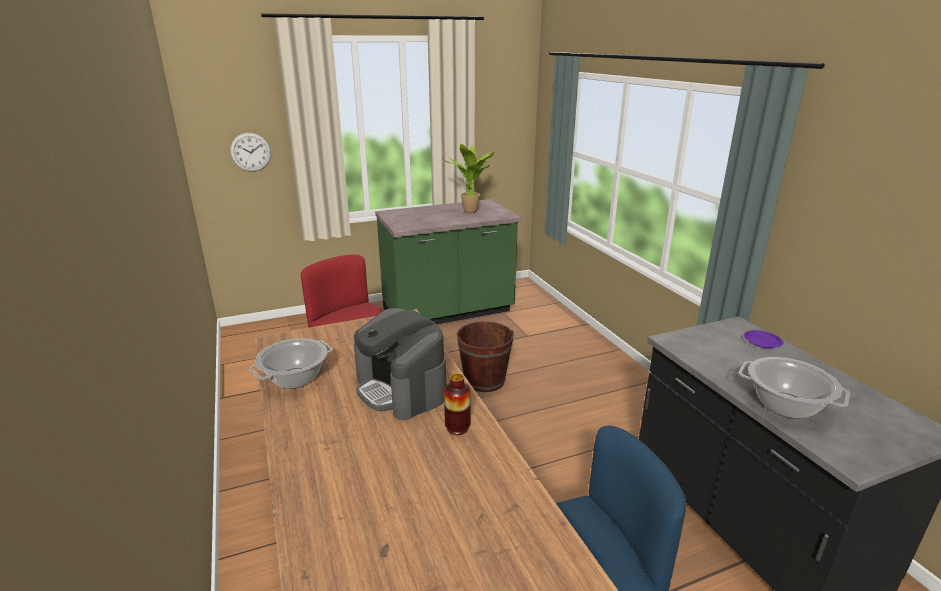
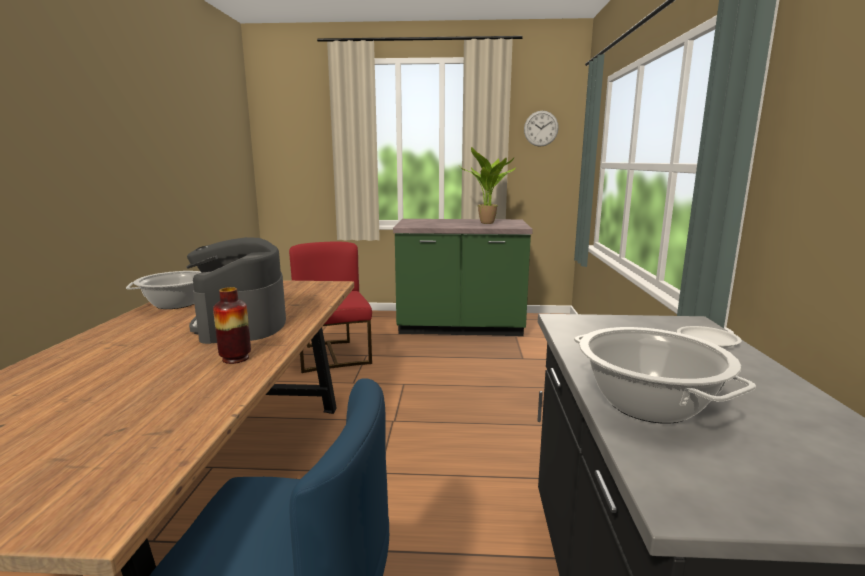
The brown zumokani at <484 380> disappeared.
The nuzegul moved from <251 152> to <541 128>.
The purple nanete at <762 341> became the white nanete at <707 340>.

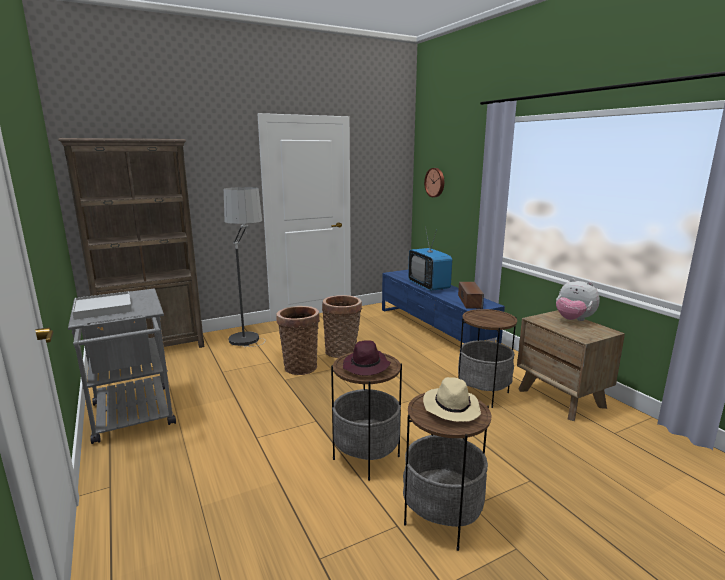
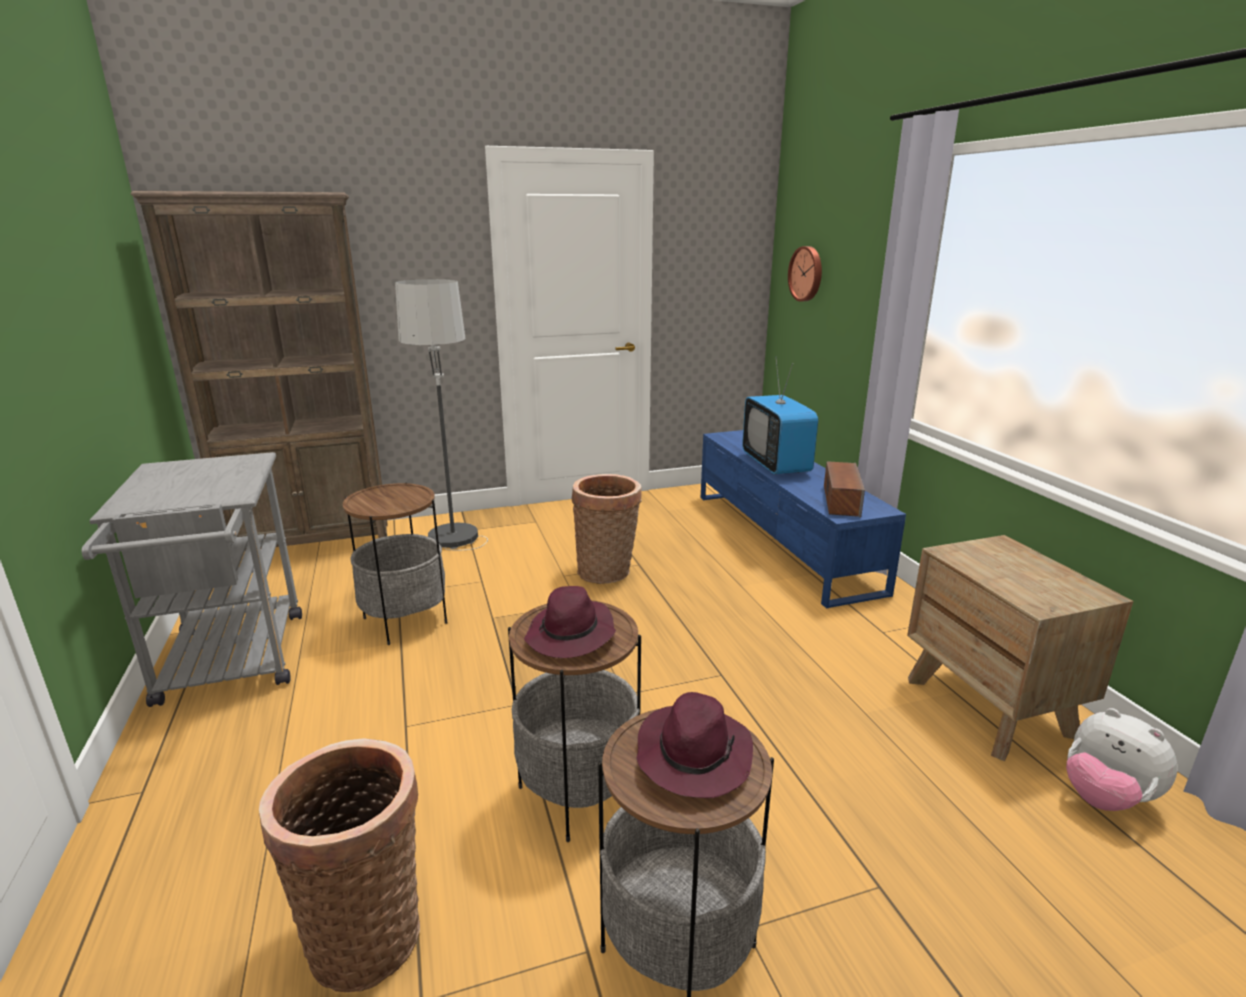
The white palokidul at <103 308> disappeared.
The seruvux moved from <300 366> to <366 931>.
The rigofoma moved from <483 393> to <405 620>.
The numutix moved from <573 320> to <1105 798>.
The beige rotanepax at <451 408> became the purple rotanepax at <693 754>.

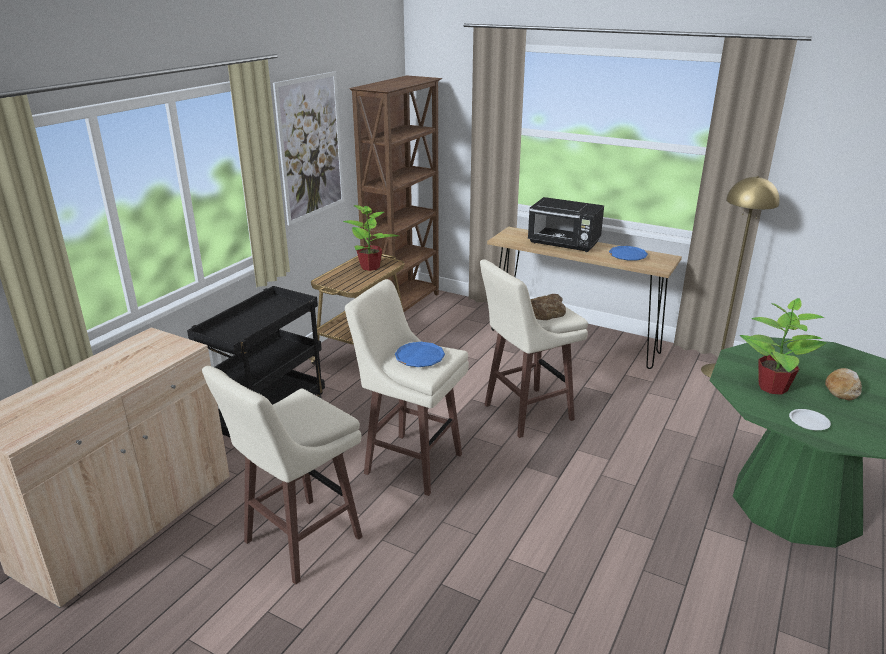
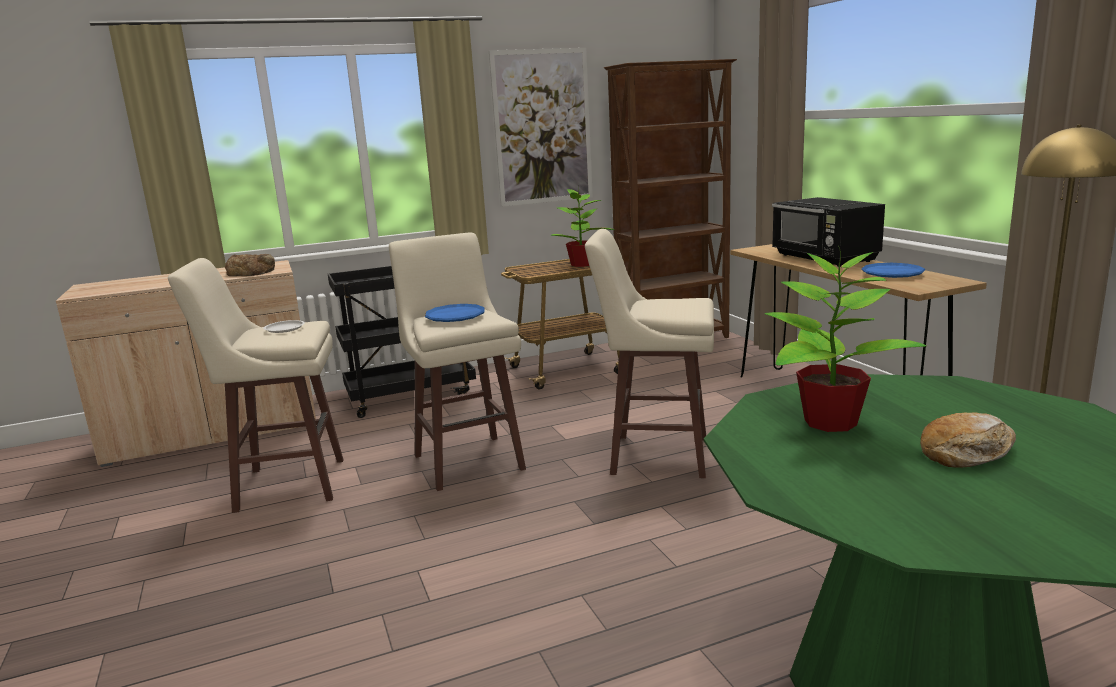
The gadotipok moved from <545 312> to <251 272>.
The white nanete moved from <808 422> to <285 329>.

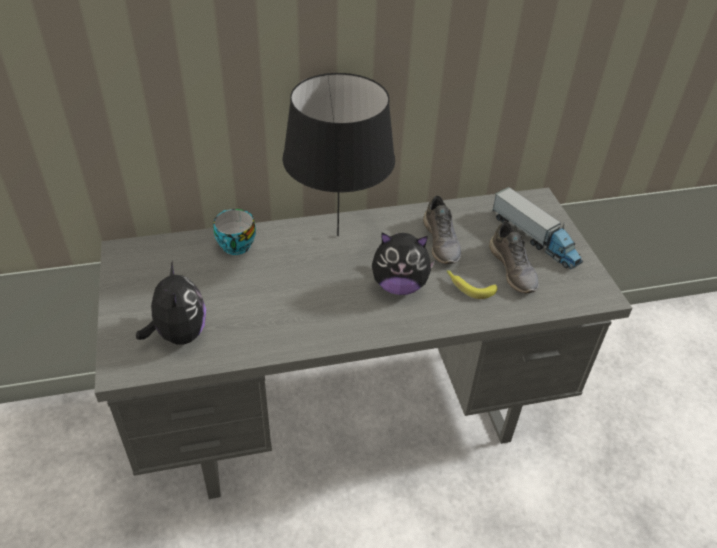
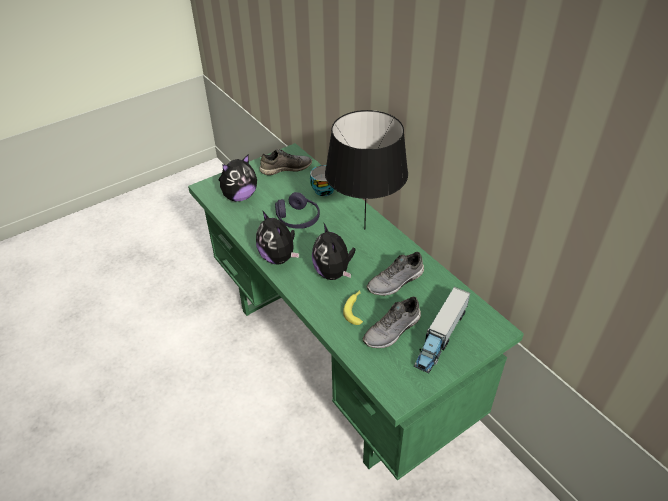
The numutix at <279 257> appeared.
The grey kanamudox at <286 168> appeared.
The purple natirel at <298 218> appeared.
The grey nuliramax at <354 415> became the green nuliramax at <338 359>.

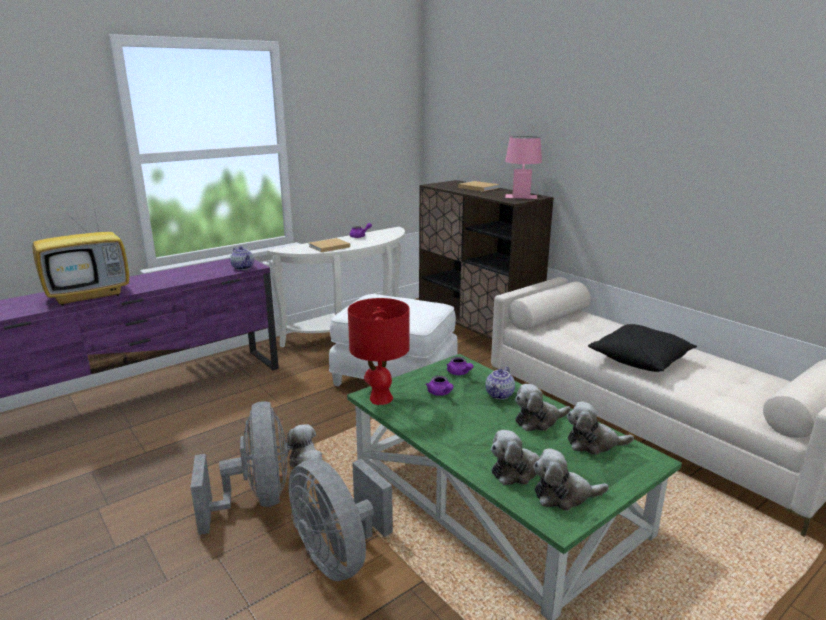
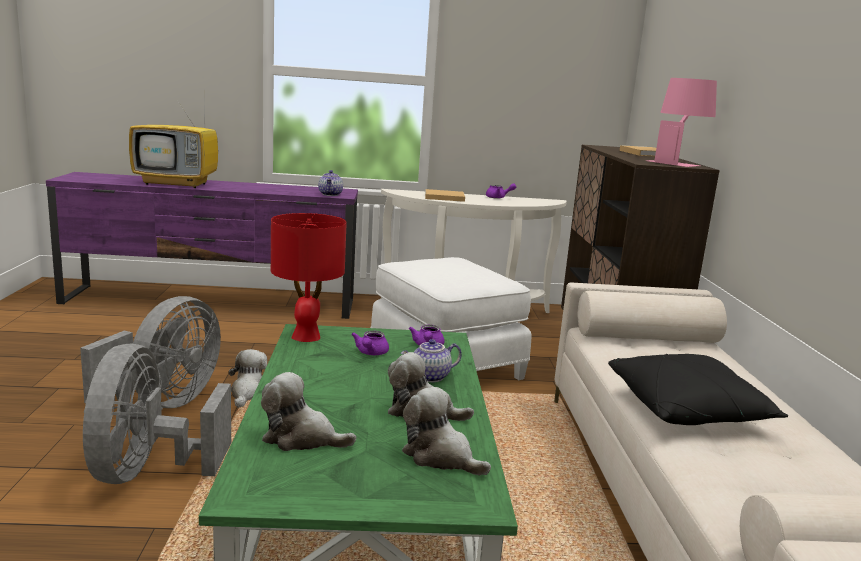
The numutix at <564 495> disappeared.

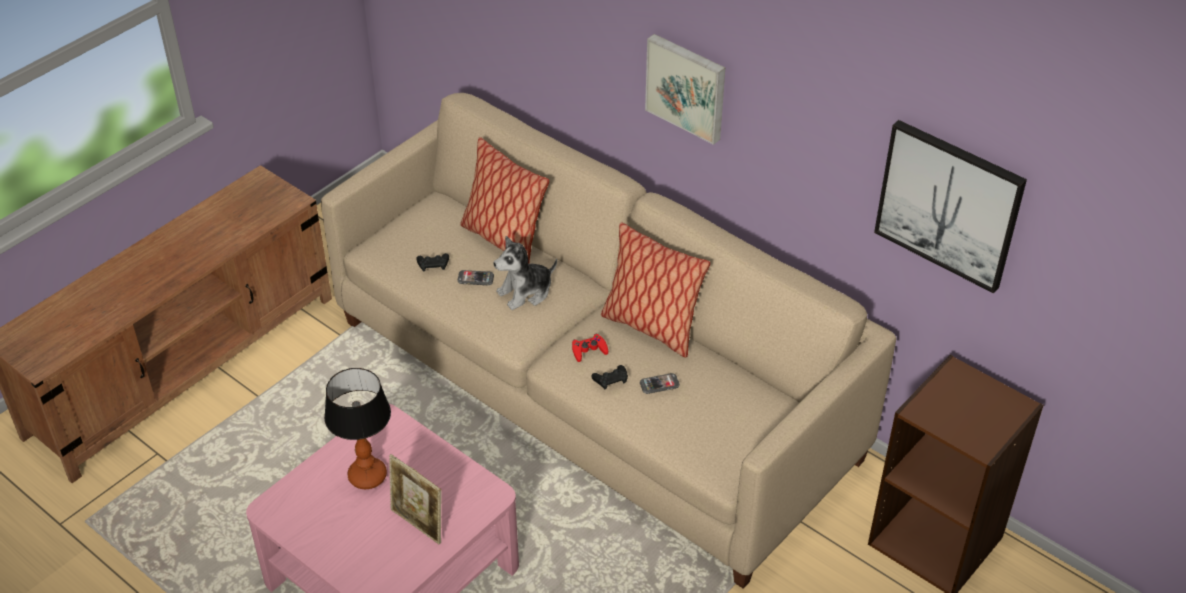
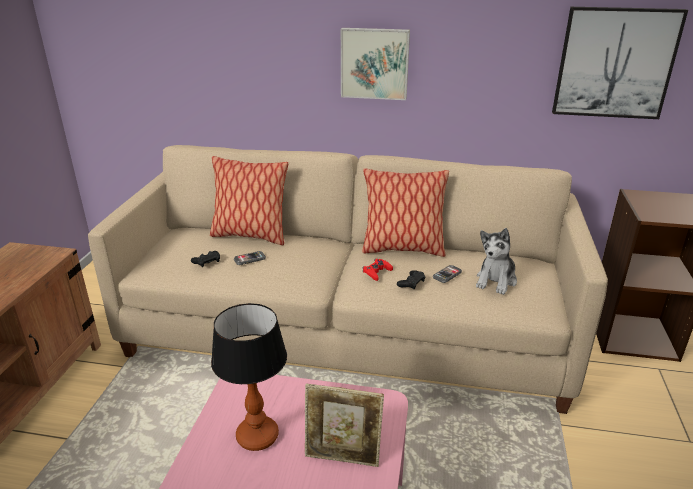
The numutix moved from <525 292> to <496 280>.

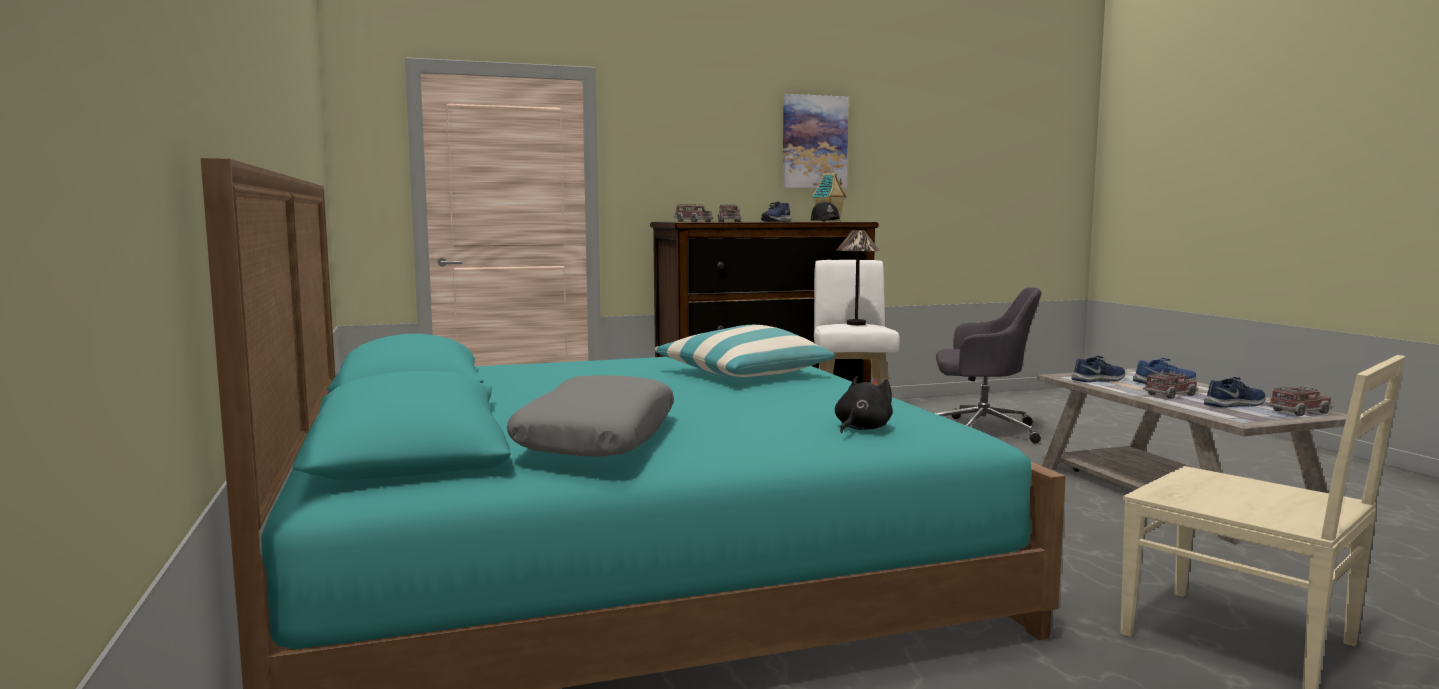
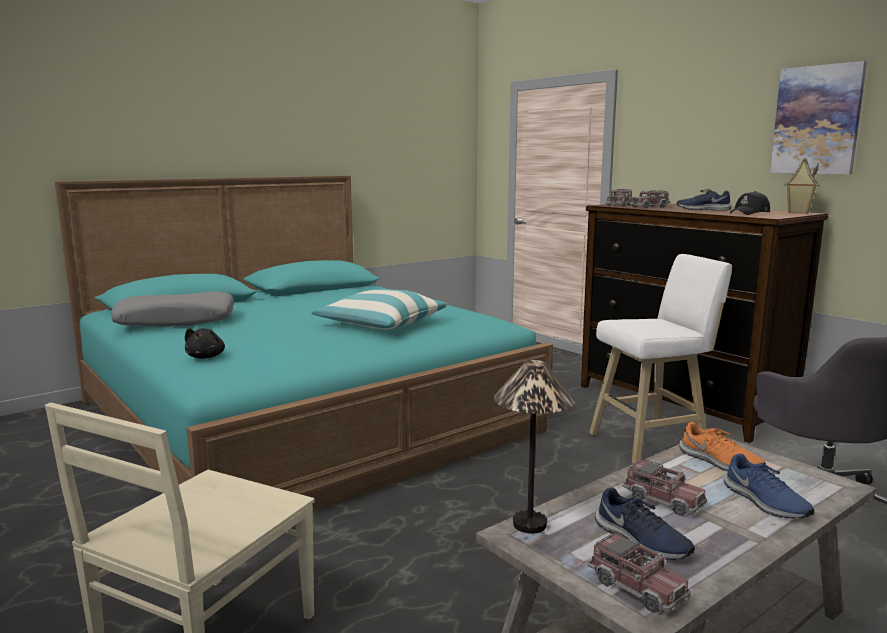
The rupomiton moved from <856 324> to <530 524>.
The blue kanamudox at <1099 380> became the orange kanamudox at <719 462>.
The black numutix at <861 428> turned 75 degrees clockwise.

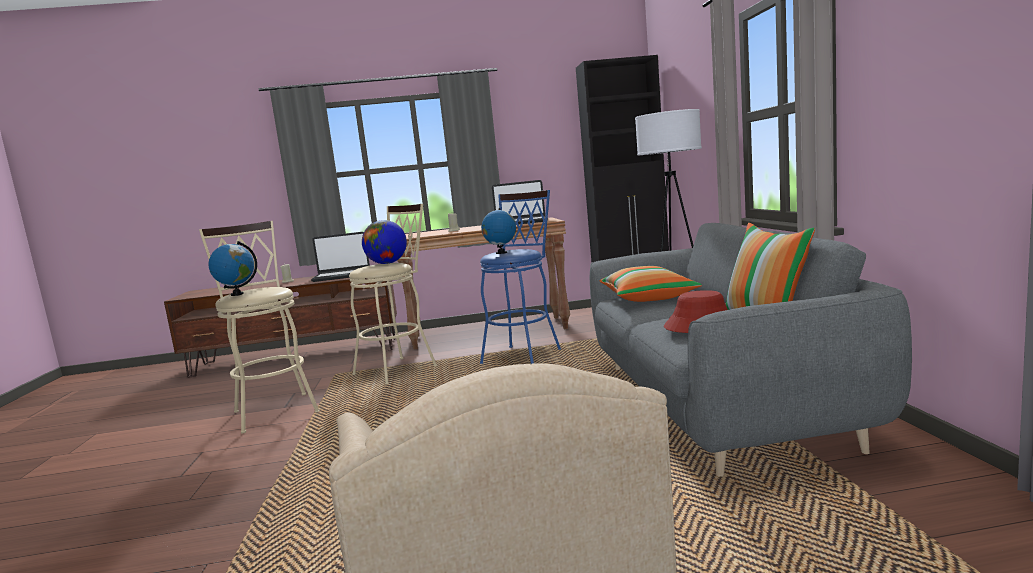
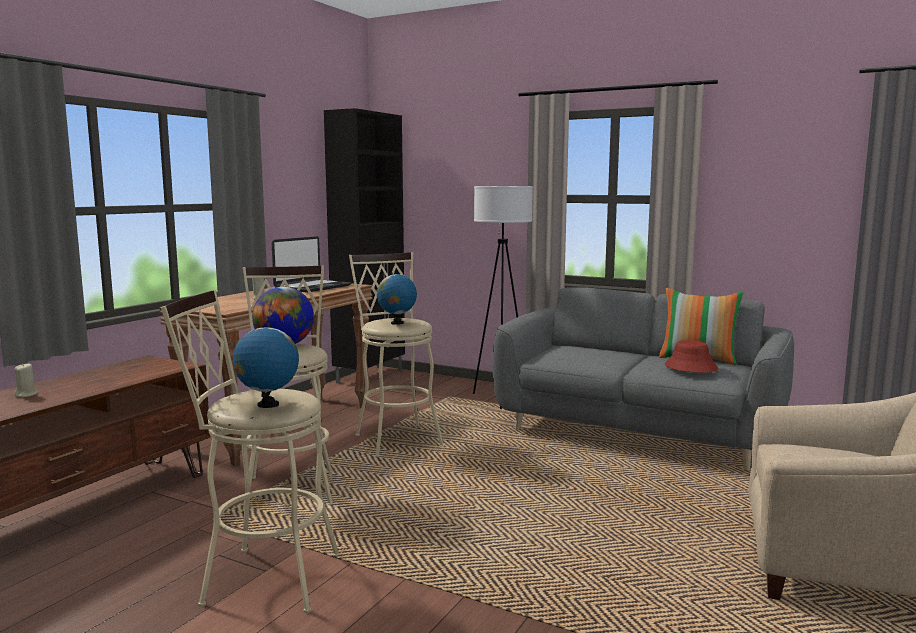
The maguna at <342 276> disappeared.
The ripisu at <648 297> disappeared.
The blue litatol at <525 354> became the beige litatol at <396 438>.

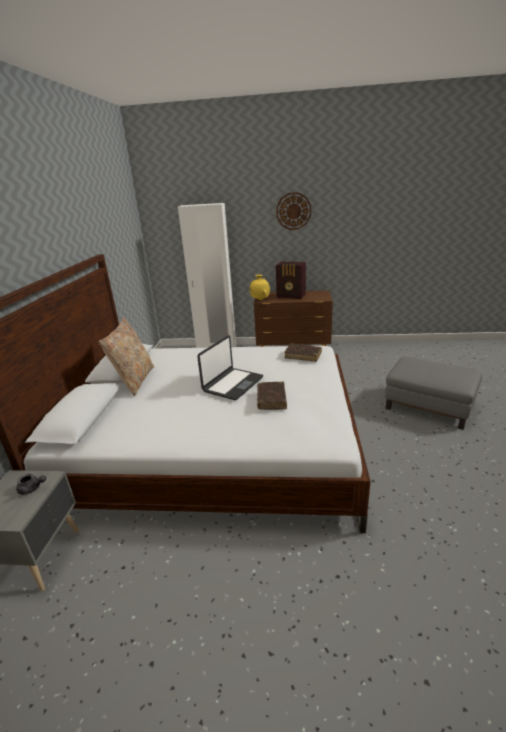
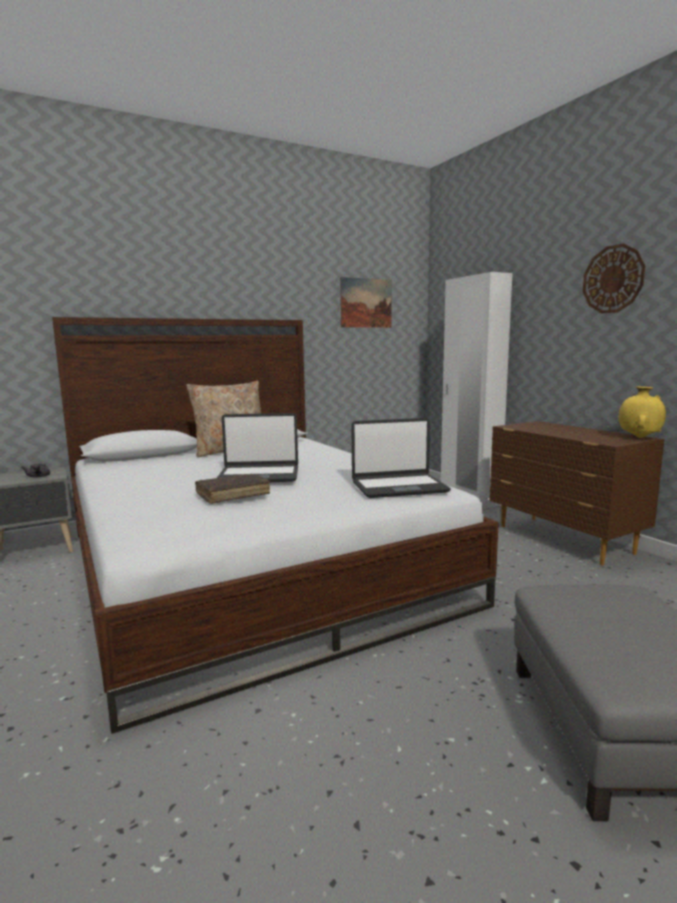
The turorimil at <291 296> disappeared.
The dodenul at <366 303> appeared.
The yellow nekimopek moved from <260 300> to <639 438>.
The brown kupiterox at <303 356> was replaced by the maguna at <399 487>.

